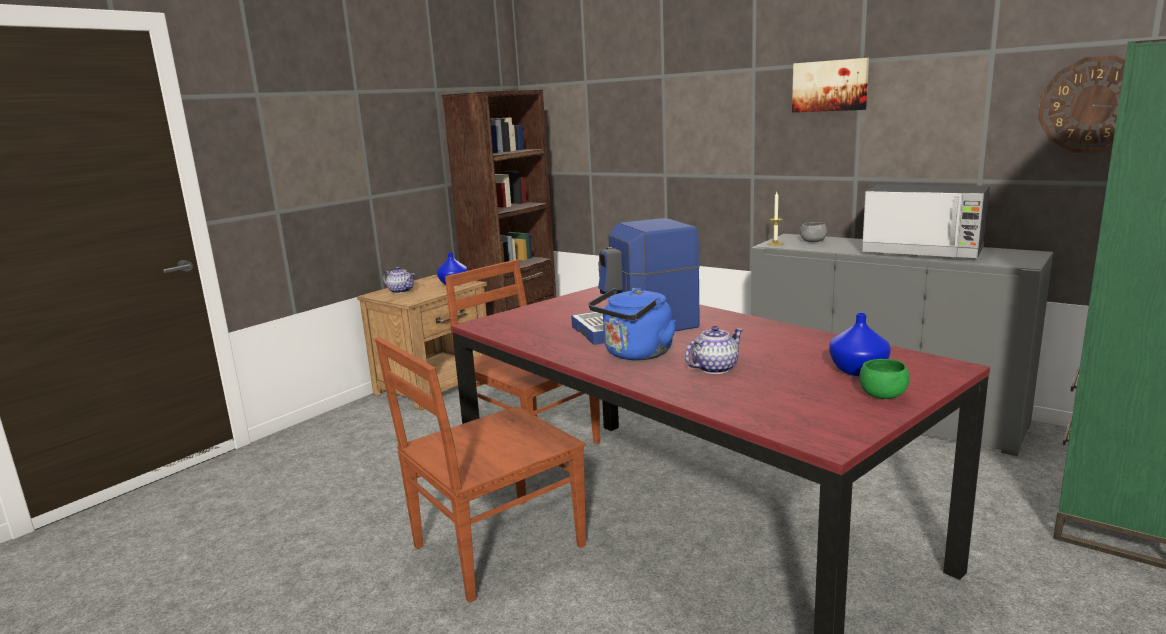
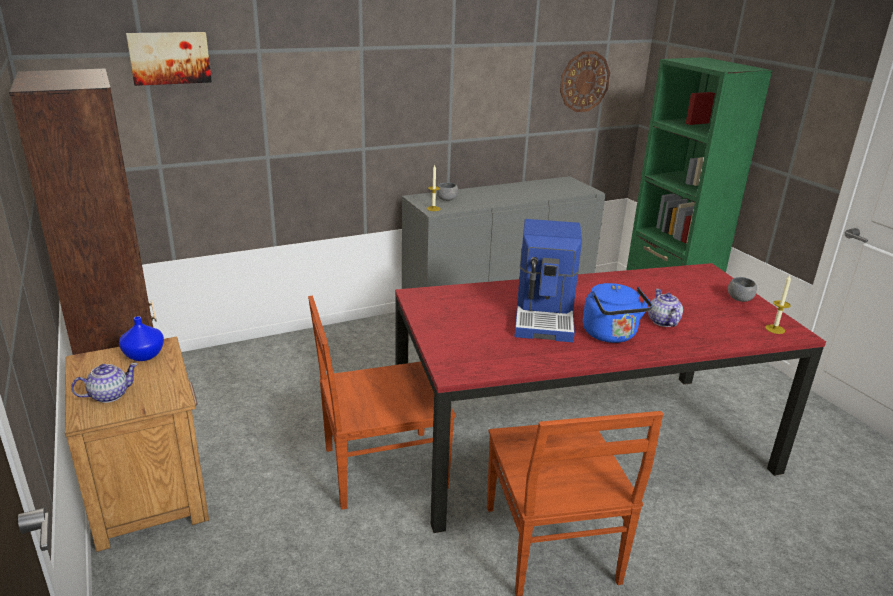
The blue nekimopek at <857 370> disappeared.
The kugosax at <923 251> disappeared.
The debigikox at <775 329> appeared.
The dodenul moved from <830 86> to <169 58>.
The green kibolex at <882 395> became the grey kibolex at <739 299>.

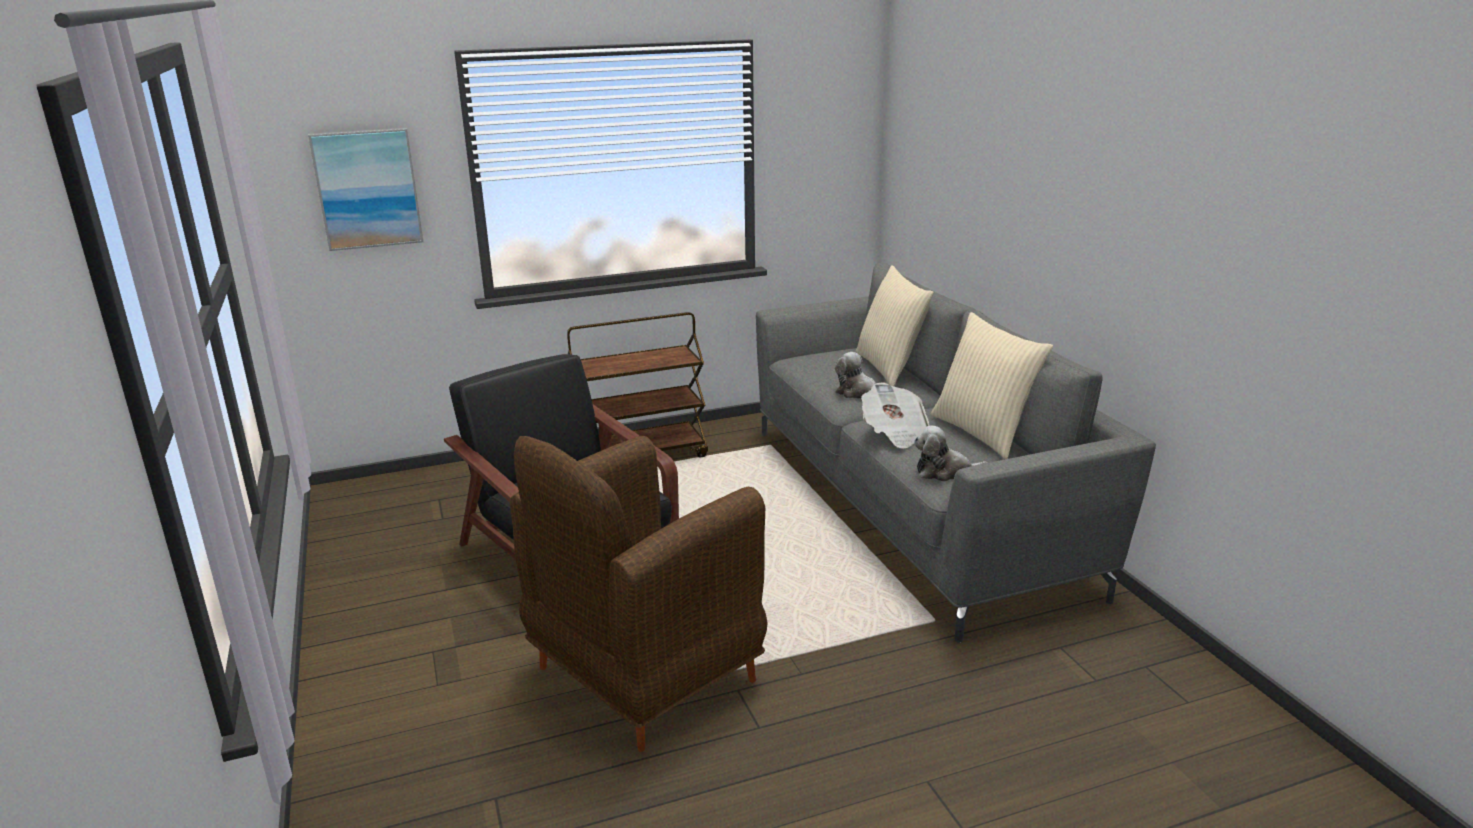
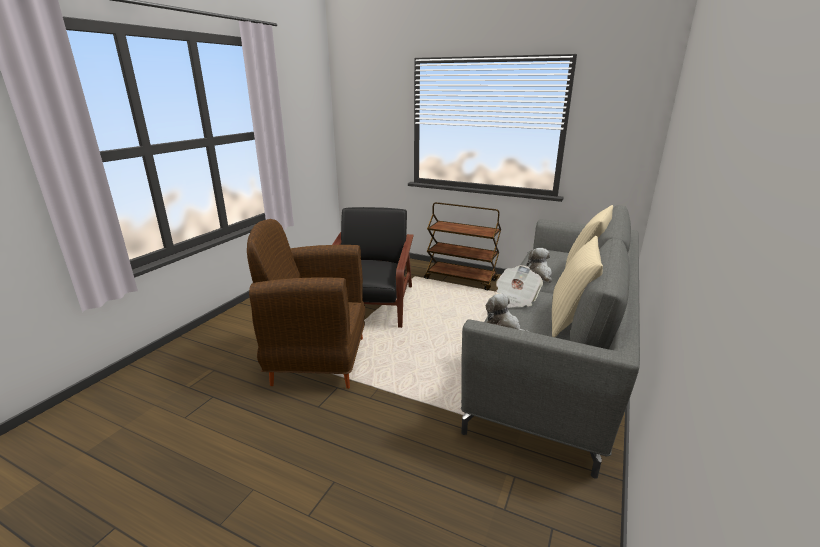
The dodenul at <367 189> disappeared.

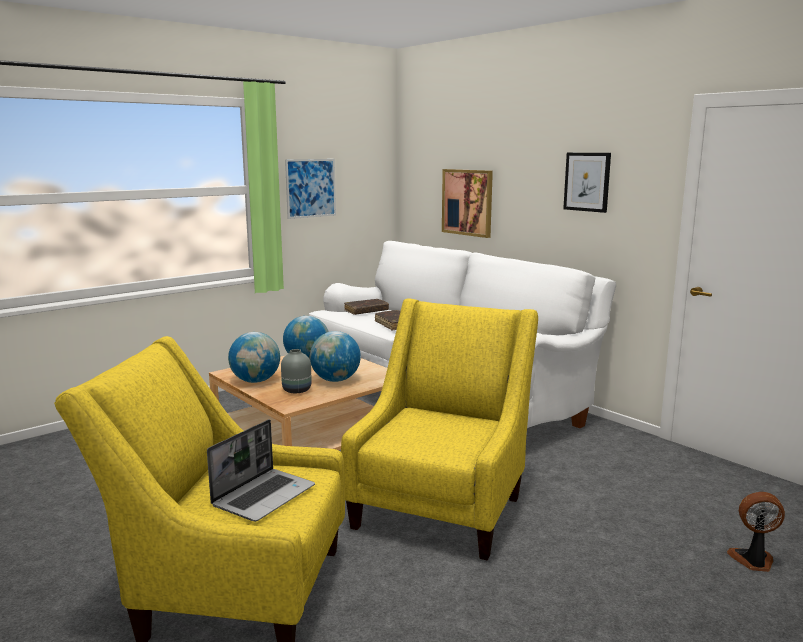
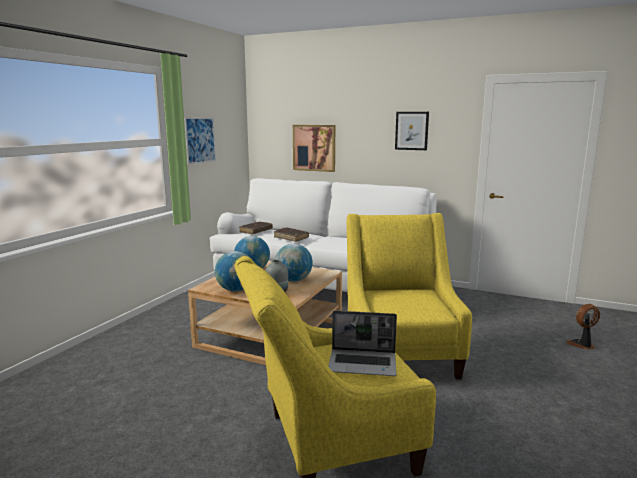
The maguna at <264 495> turned 90 degrees clockwise.

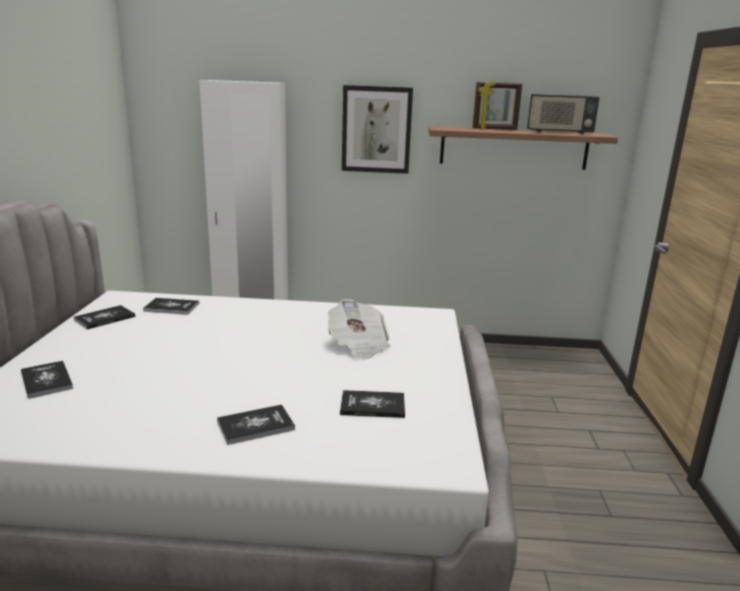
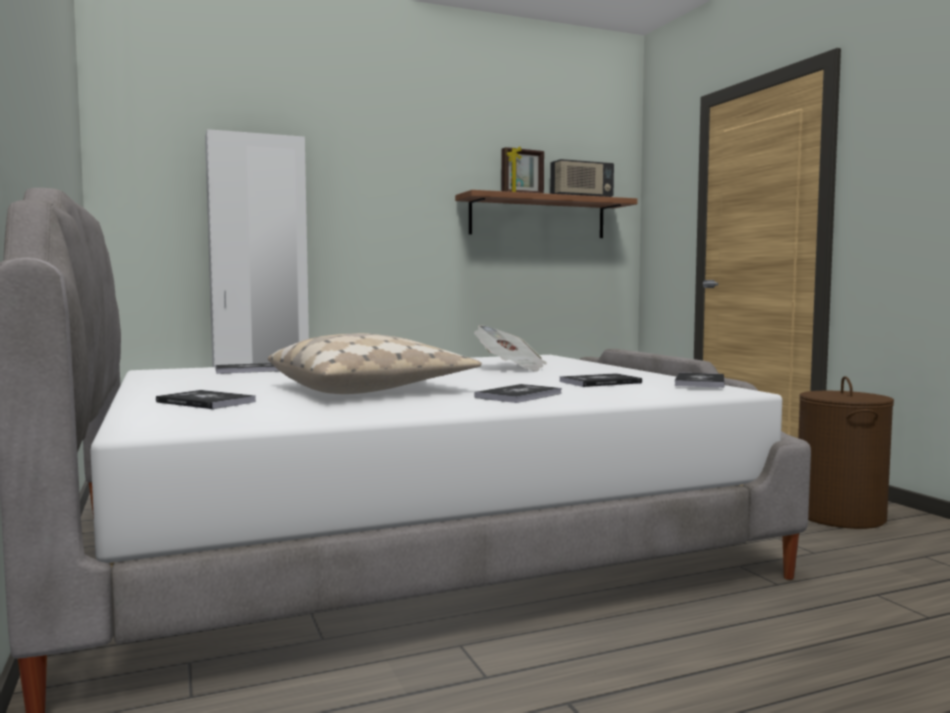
The dodenul at <376 129> disappeared.
The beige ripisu at <372 389> appeared.
The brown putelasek at <840 516> appeared.
The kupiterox moved from <104 318> to <700 382>.

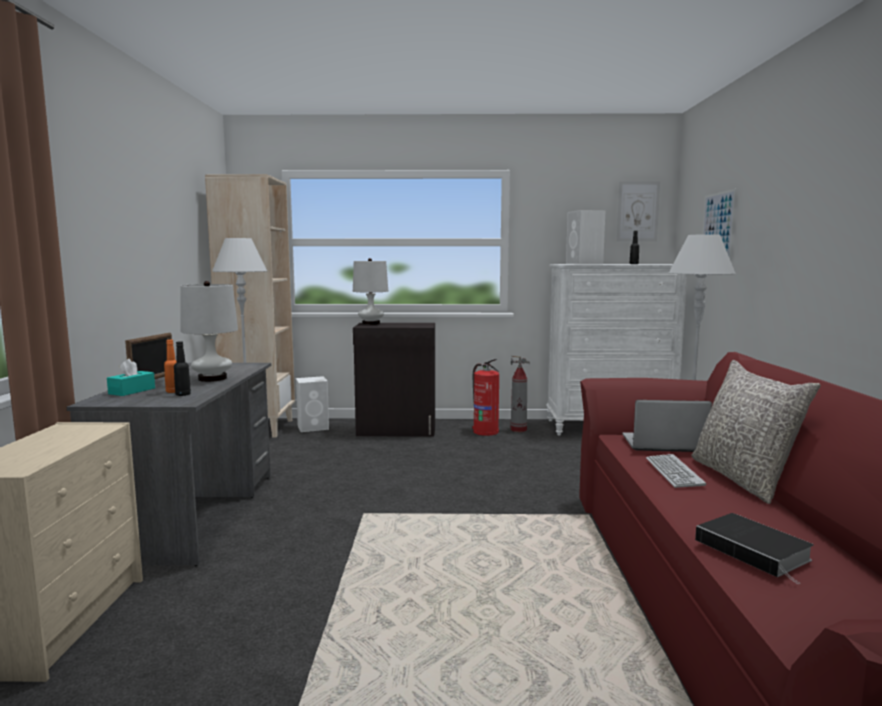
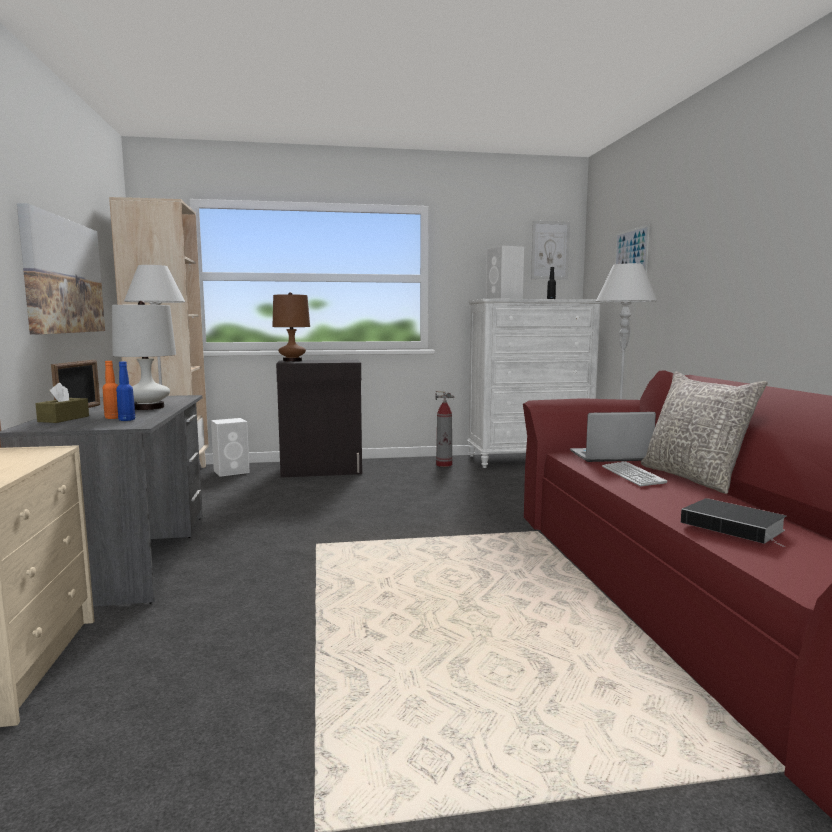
The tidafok at <485 431> disappeared.
The dodenul at <62 276> appeared.
The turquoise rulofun at <132 391> became the brown rulofun at <64 419>.
The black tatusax at <183 394> became the blue tatusax at <127 420>.
The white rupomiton at <371 323> became the brown rupomiton at <292 360>.

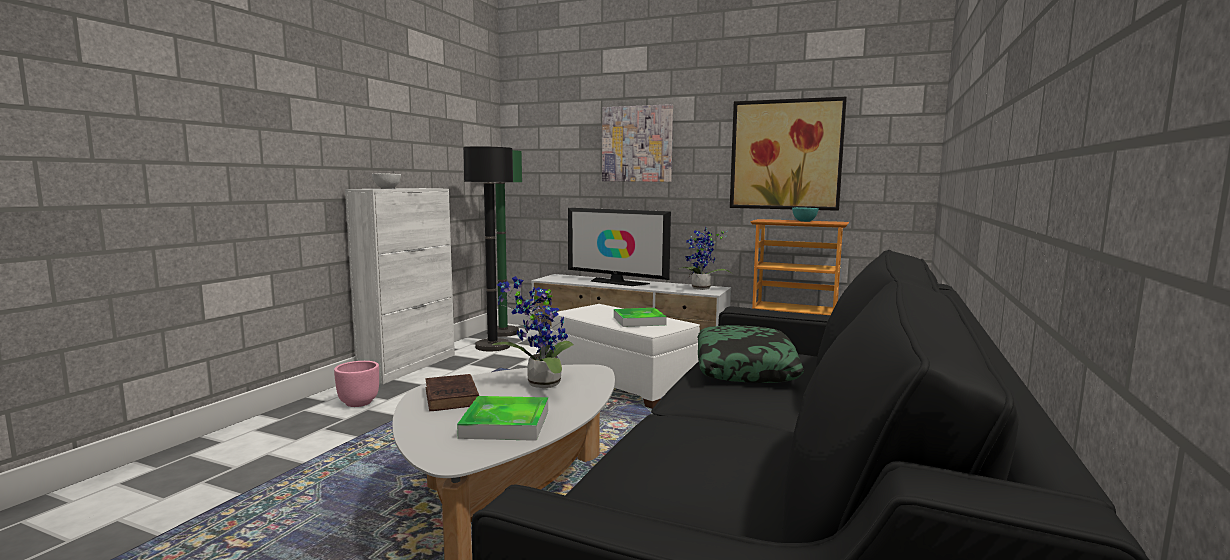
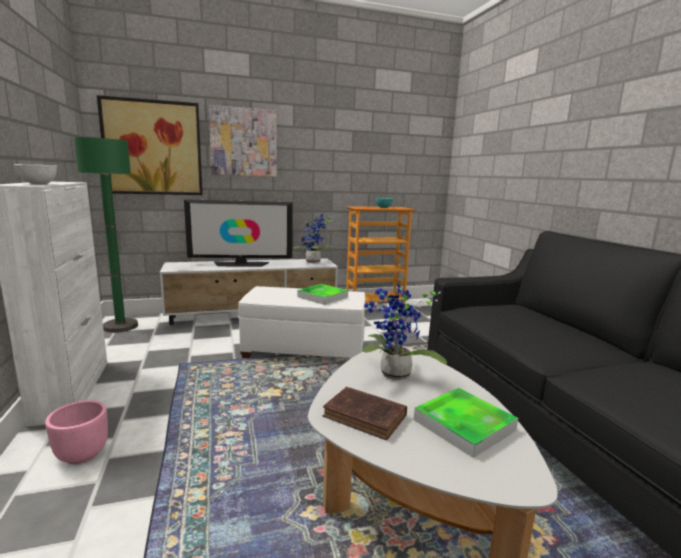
The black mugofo at <492 346> disappeared.
The ripisu at <745 368> disappeared.
The dodenul moved from <785 155> to <153 148>.

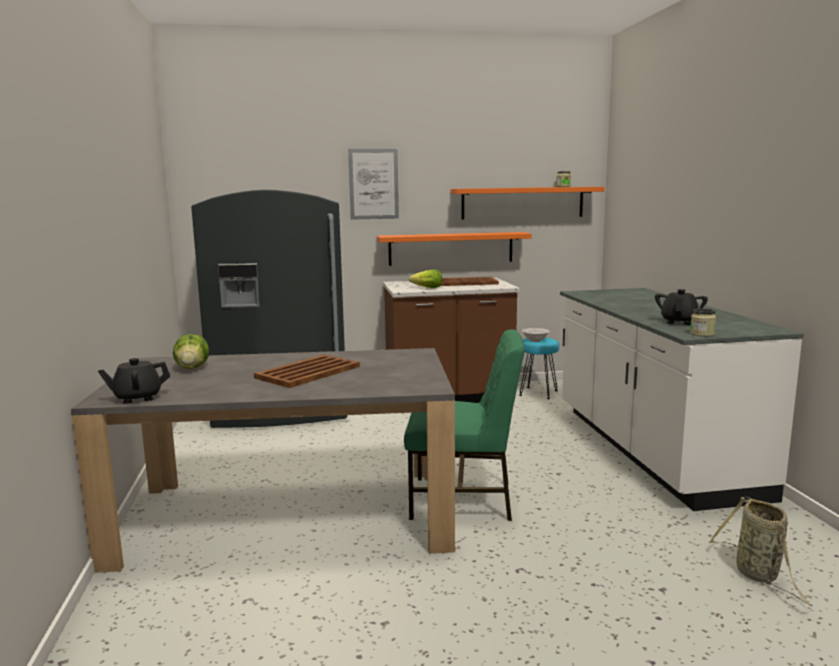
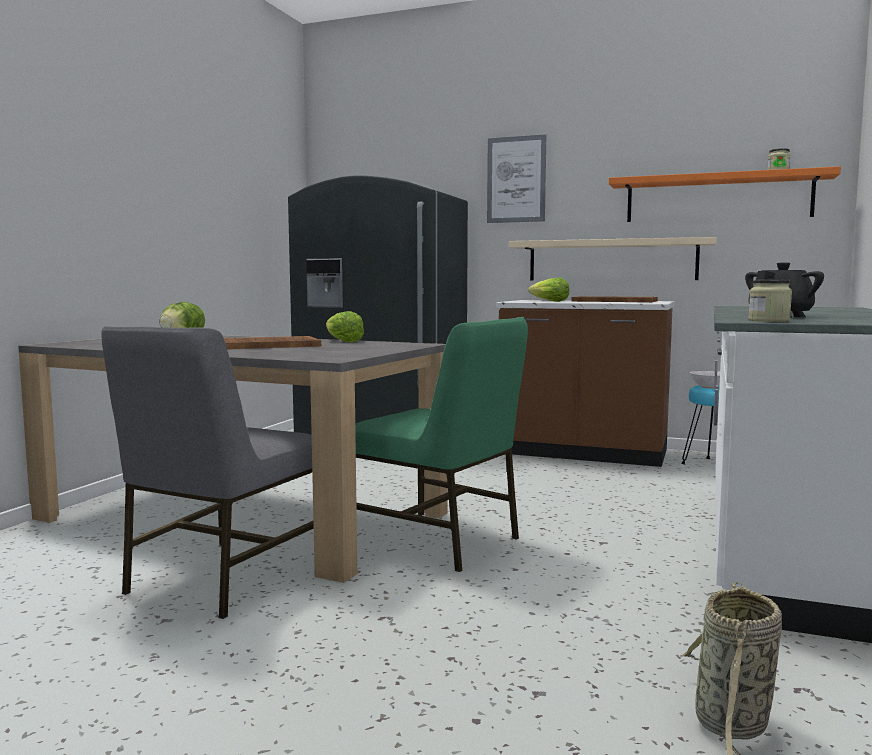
The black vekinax at <137 398> disappeared.
The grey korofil at <222 578> appeared.
The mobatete at <342 341> appeared.
The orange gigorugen at <451 248> became the beige gigorugen at <611 260>.

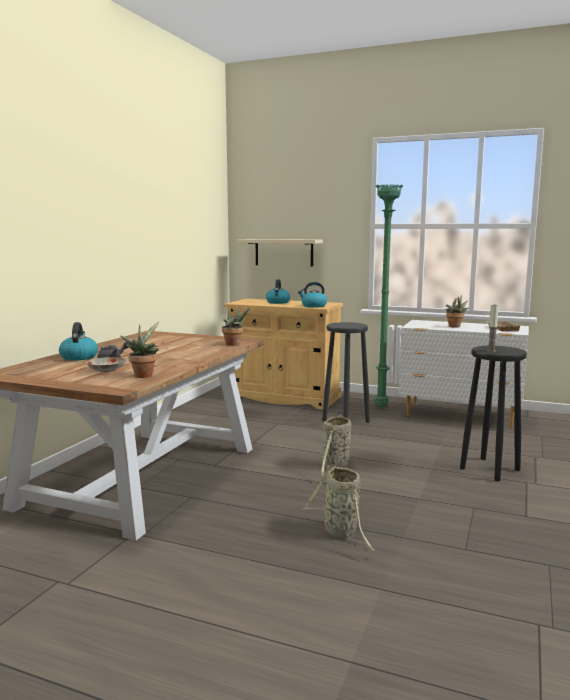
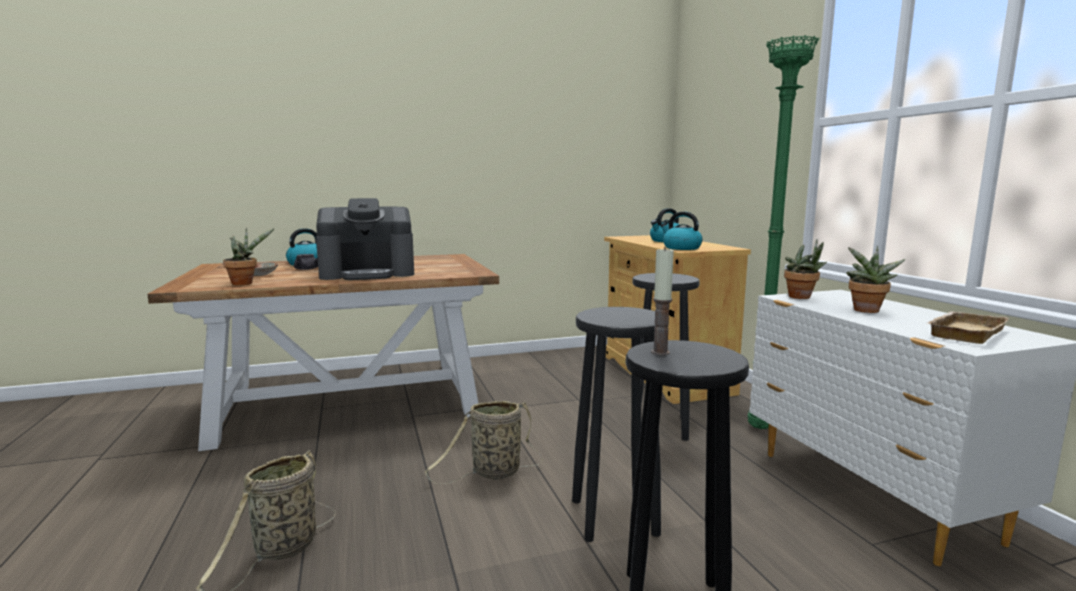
The beige gigorugen at <284 252> disappeared.
The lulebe at <368 273> appeared.
The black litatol at <615 517> appeared.
The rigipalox moved from <234 344> to <802 297>.

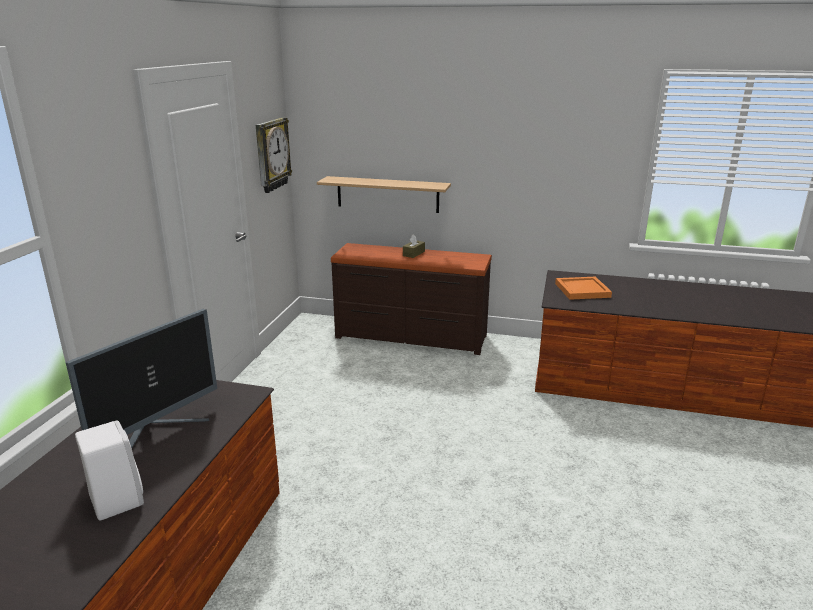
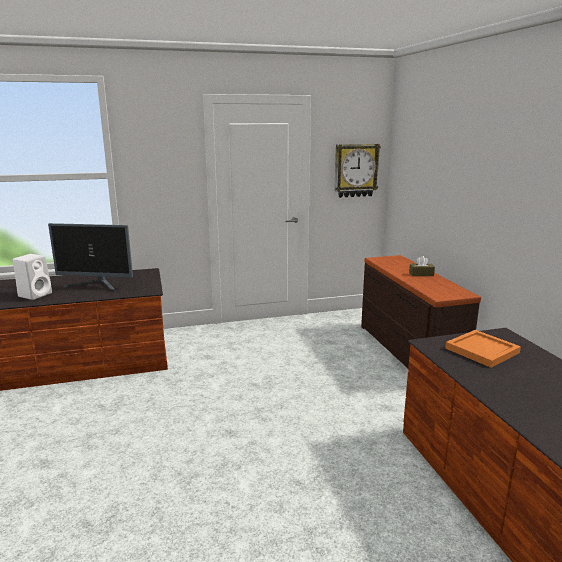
The gigorugen at <387 194> disappeared.

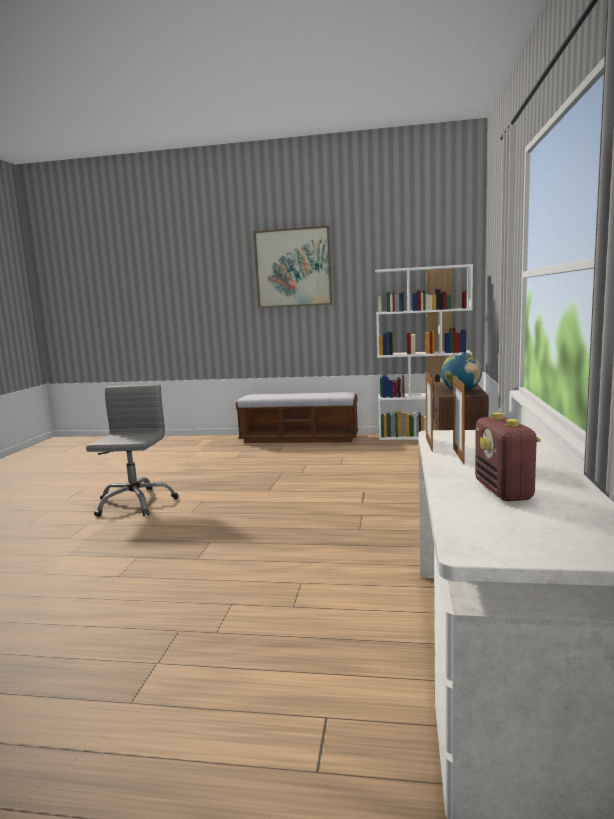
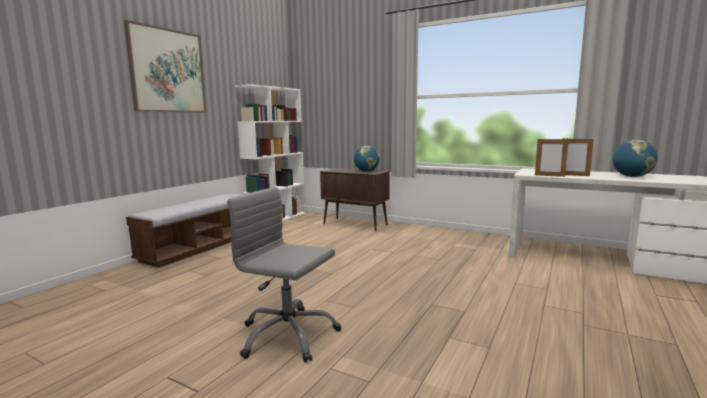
The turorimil at <504 491> was replaced by the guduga at <632 176>.

